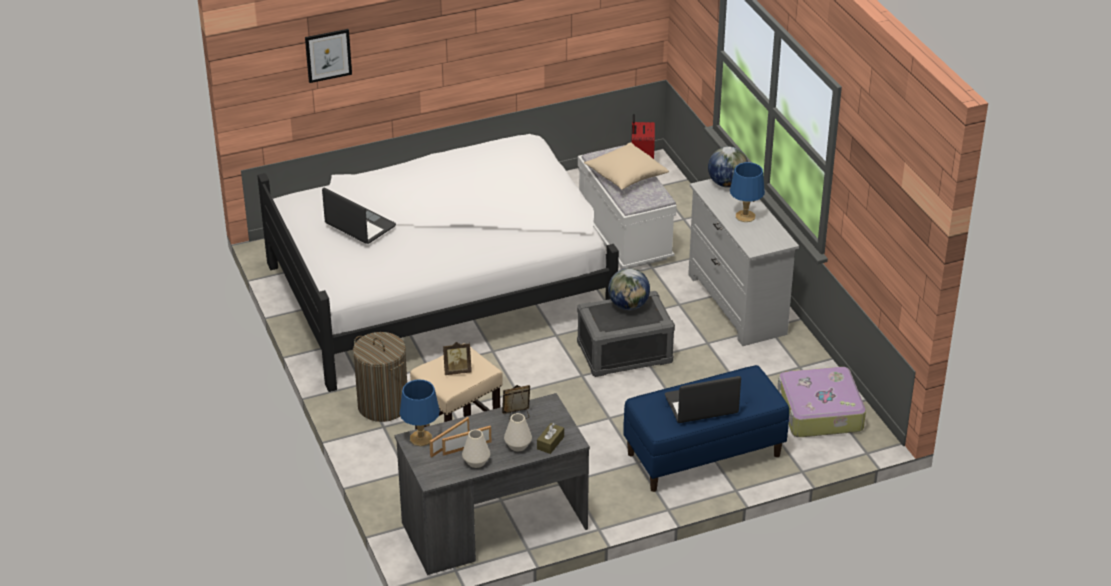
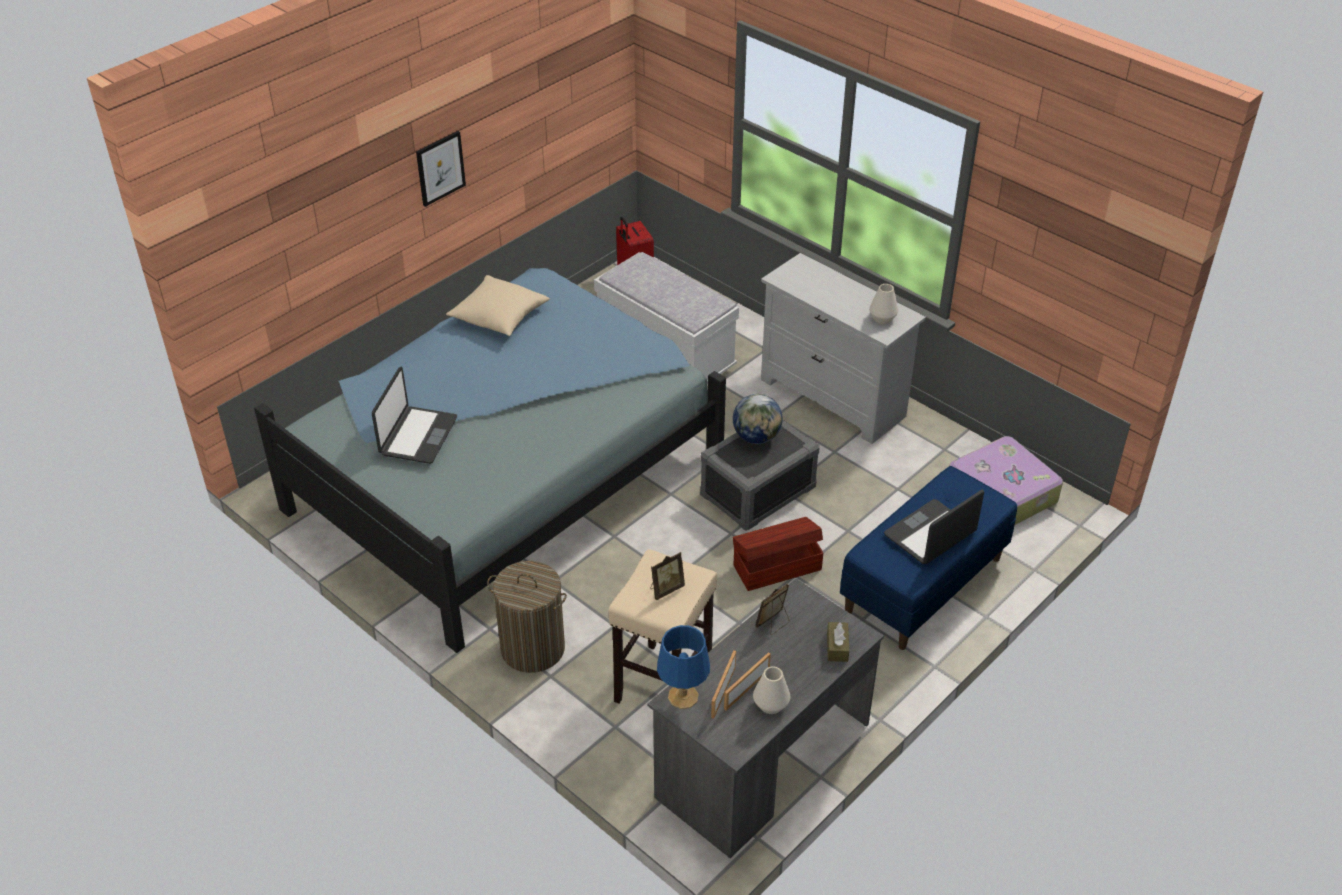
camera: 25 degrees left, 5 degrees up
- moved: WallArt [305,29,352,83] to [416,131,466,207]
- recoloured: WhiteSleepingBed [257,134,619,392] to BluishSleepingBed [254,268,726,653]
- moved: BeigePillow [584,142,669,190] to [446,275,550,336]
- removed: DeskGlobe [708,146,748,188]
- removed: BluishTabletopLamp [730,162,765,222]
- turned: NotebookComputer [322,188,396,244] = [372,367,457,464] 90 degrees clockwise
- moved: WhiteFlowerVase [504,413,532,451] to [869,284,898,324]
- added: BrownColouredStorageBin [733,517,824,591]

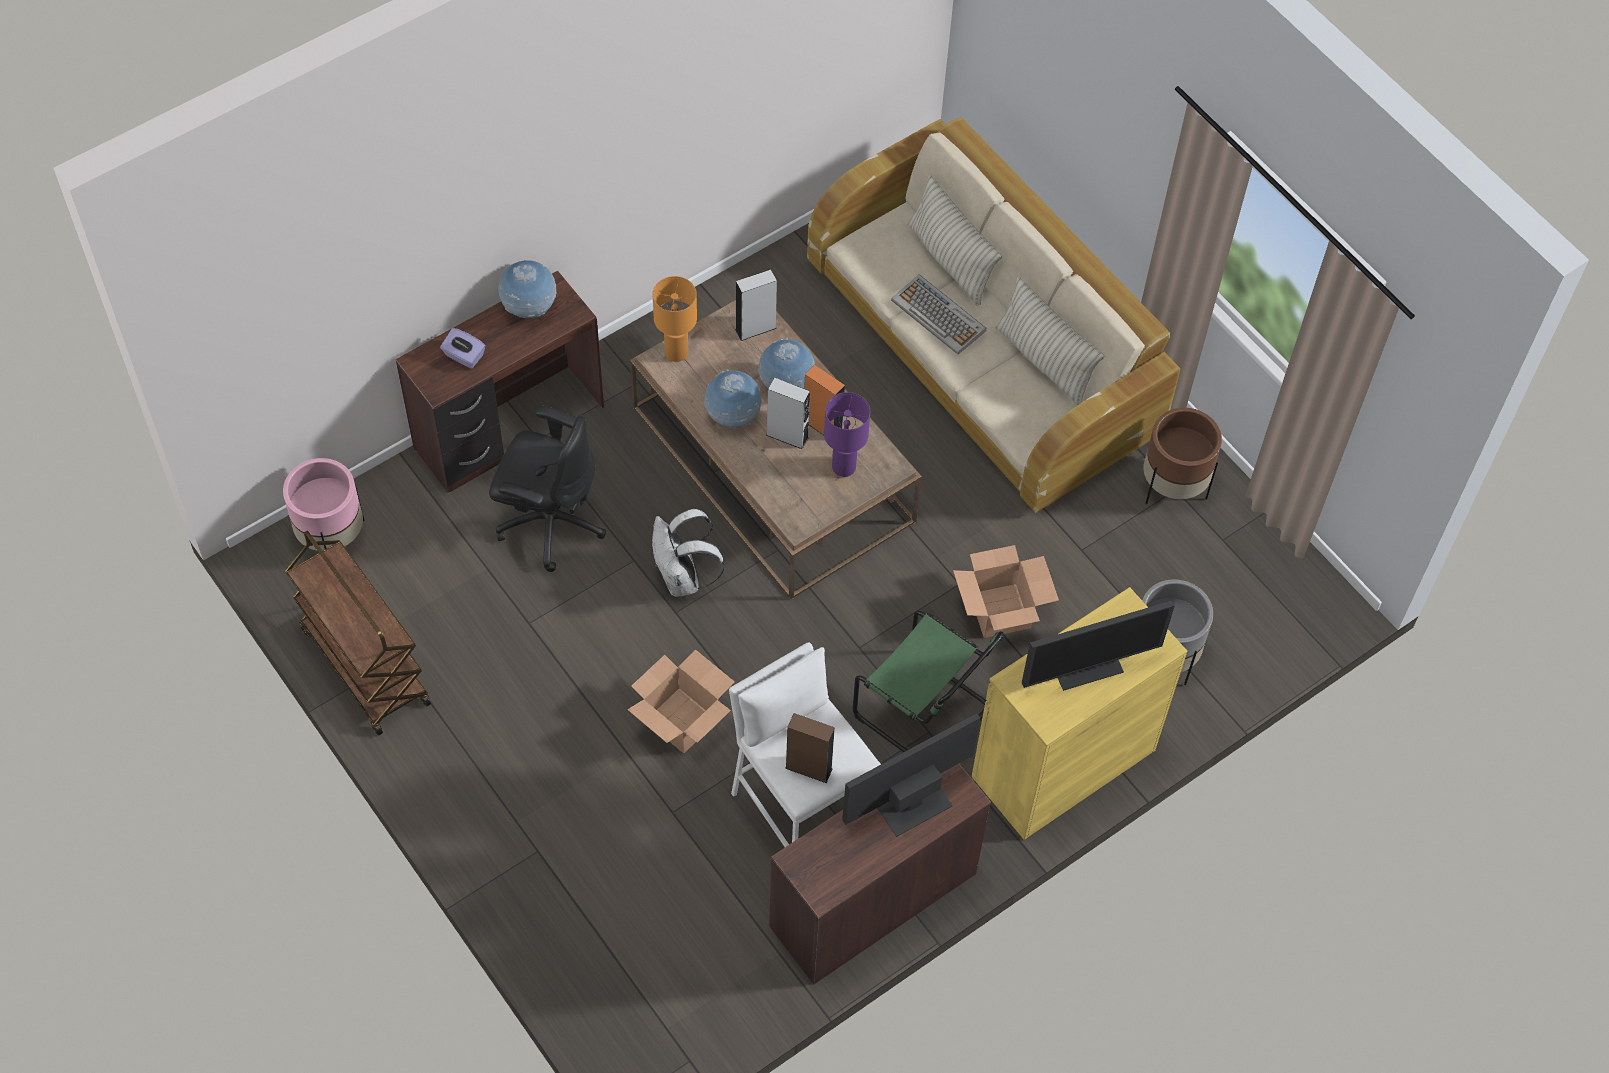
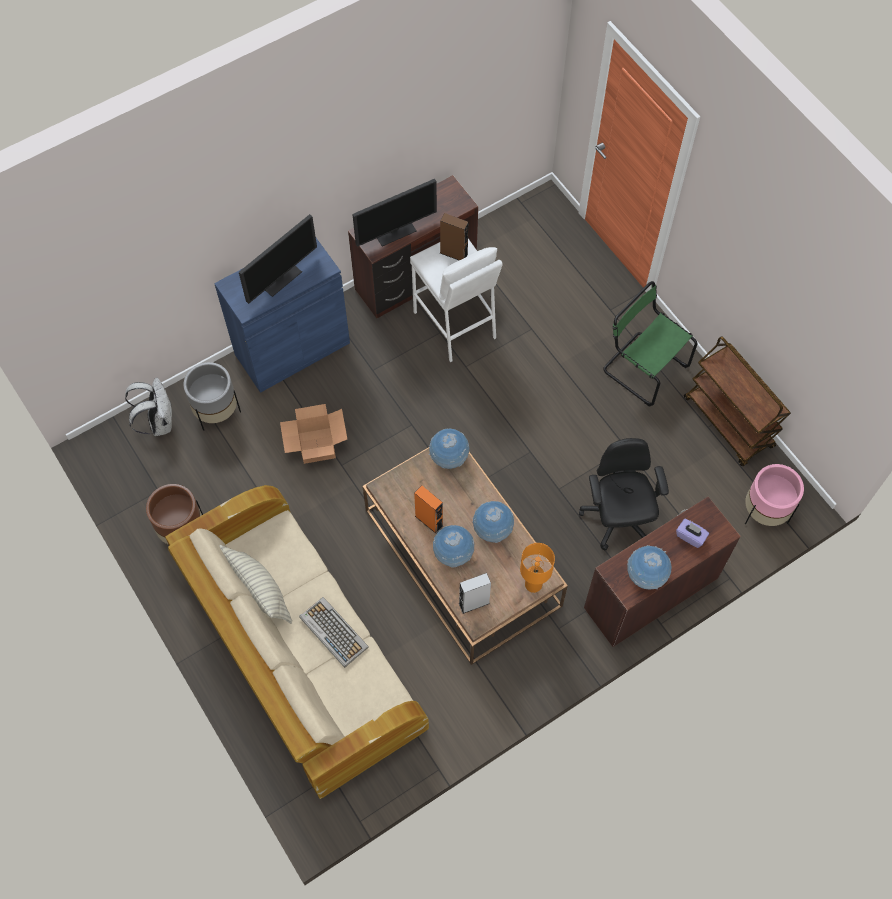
camera: 175 degrees left, 5 degrees up
- removed: Pillow [907,175,1002,306]
- removed: GreyishLoudspeaker [766,378,810,449]
- removed: PurpleColouredTabletopLamp [824,392,870,477]
- turned: BlackColouredComputerChair [489,405,607,572] = [579,438,669,550] 60 degrees clockwise
- moved: WhiteBackpack [652,509,725,597] to [125,378,172,436]
- recoloured: YellowishStorageCabinet [972,587,1187,840] to BluishStorageCabinet [214,238,350,393]
- turned: ComputerScreen [1022,601,1175,691] = [239,214,317,304] 150 degrees clockwise
- moved: GreenUprightChair [853,611,1003,752] to [603,281,697,407]
- removed: Carton [627,650,735,754]
- added: DeskGlobe [429,429,469,469]

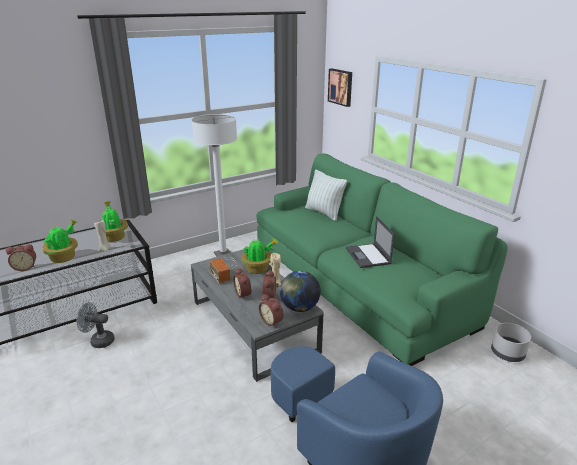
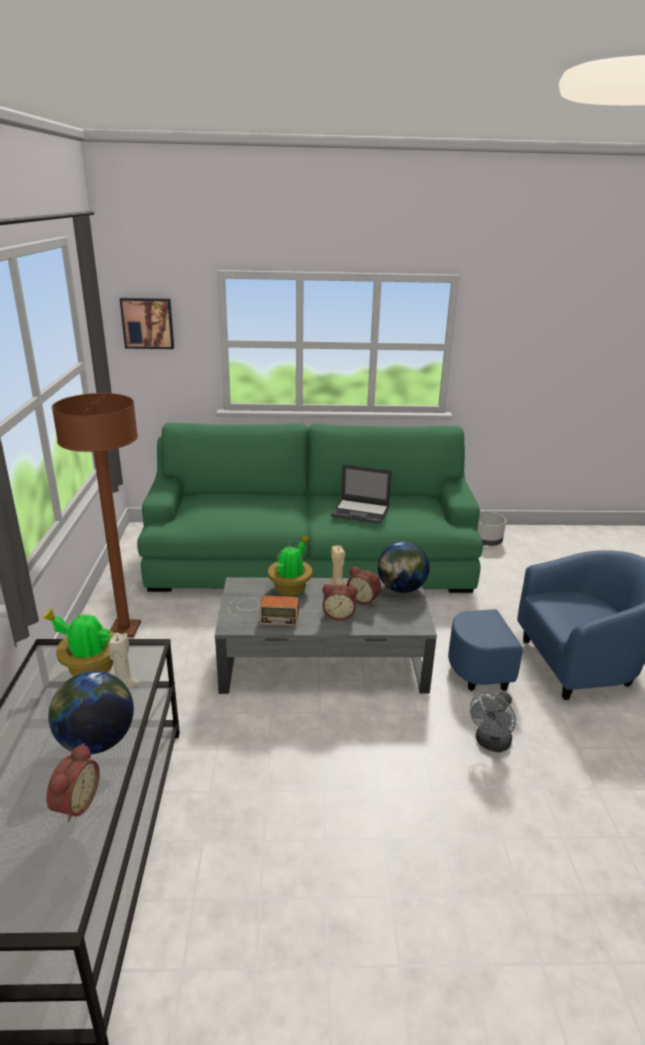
camera: 60 degrees left, 0 degrees up
- recoloured: WhiteStandingLamp [191,114,237,257] to BrownColouredStandingLamp [52,393,141,637]
- removed: Pillow [305,169,347,221]
- replaced: PottedPlant [42,219,78,263] to DeskGlobe [49,671,134,754]
- removed: TableClock [259,294,284,327]
- moved: GreyishCoolingFan [76,302,115,348] to [469,692,516,752]

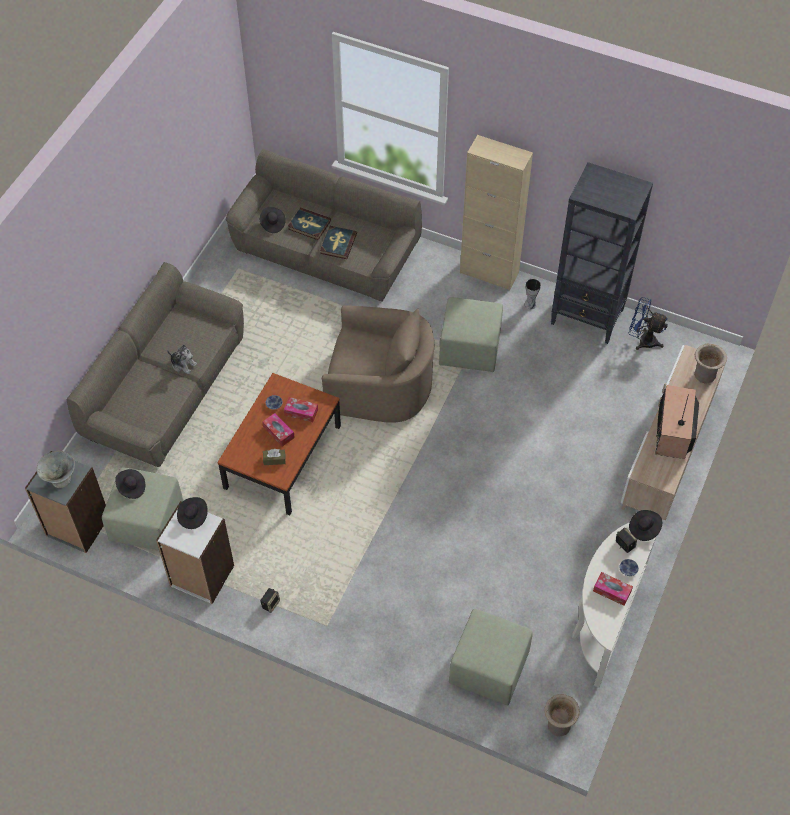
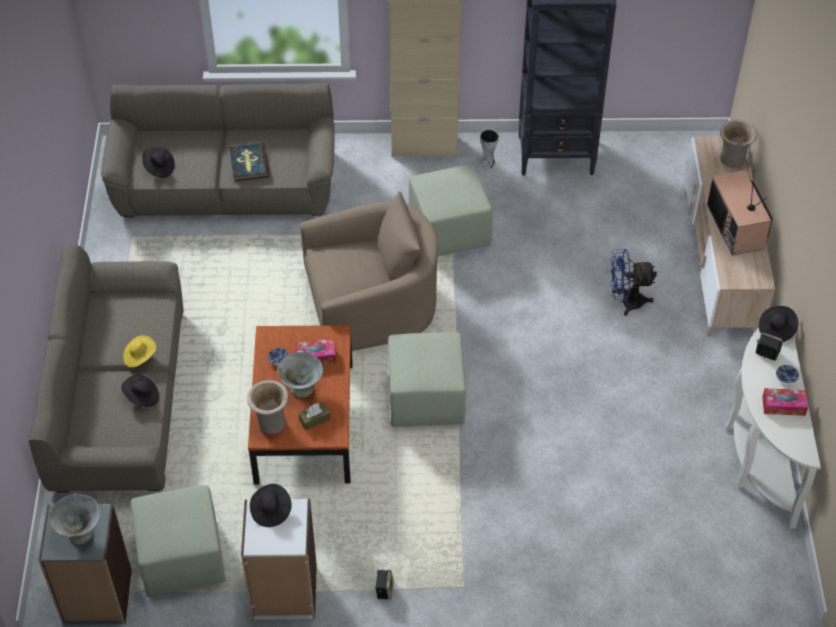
camera: 25 degrees left, 5 degrees down
- removed: BoundBook [288,208,331,240]
- moved: BluishCoolingFan [628,297,668,350] to [610,249,657,316]
- replaced: CuddlyToy [167,345,197,374] to YellowishWearableHat [123,335,156,368]
- replaced: TissueHolder [262,413,295,446] to GreyishDeepDish [277,352,323,398]
- moved: BlackColouredWearableHat [115,469,145,499] to [121,375,159,407]
- moved: GreenOttoman [449,609,533,705] to [388,332,466,427]
- moved: BeigeFlowerVase [544,694,580,736] to [247,380,288,434]

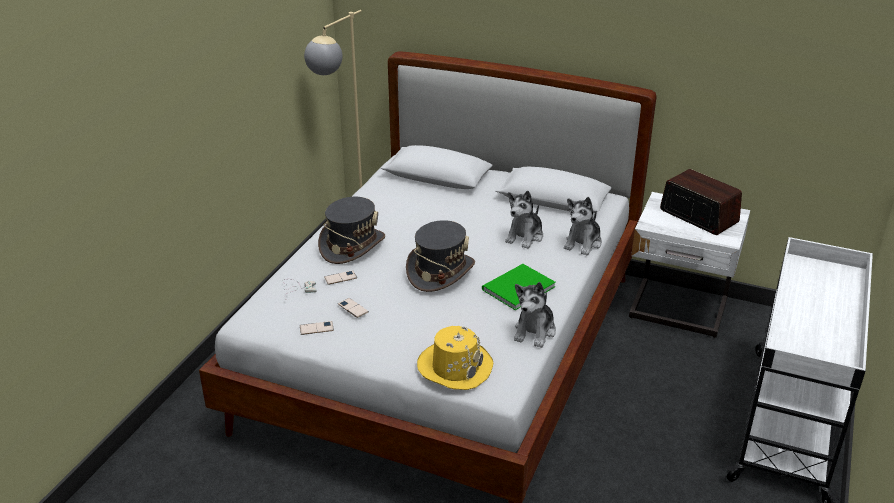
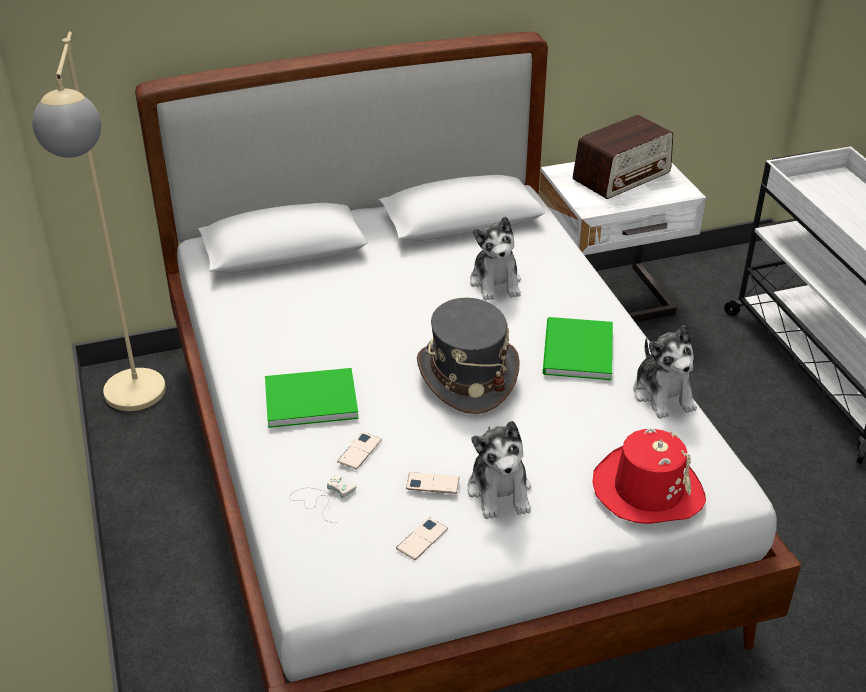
camera: 40 degrees left, 5 degrees up
- turned: Radio [660,169,742,235] = [573,115,673,199] 135 degrees clockwise
- replaced: GreyishWearableHat [318,197,385,264] to GreenBoundBook [265,368,359,428]
- moved: CuddlyToy [564,197,602,256] to [467,421,531,519]
- recoloured: YellowishWearableHat [417,326,493,390] to ReddishWearableHat [592,428,706,524]

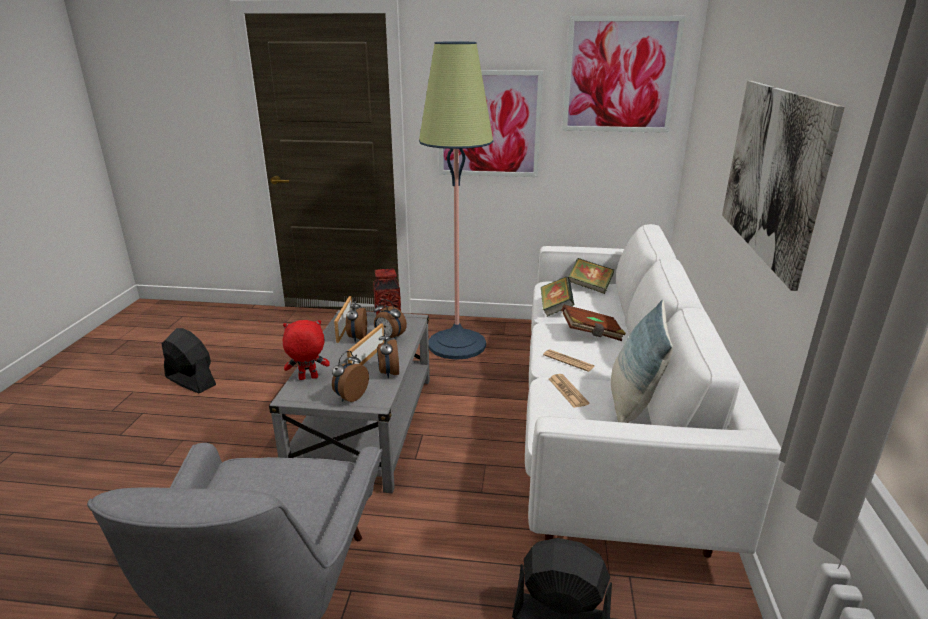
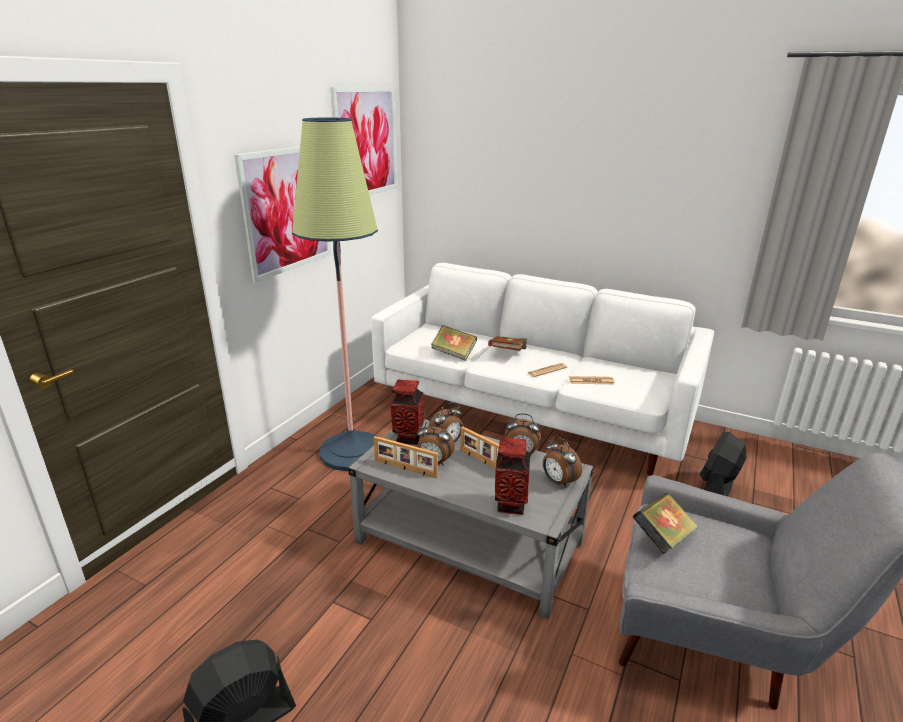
camera: 70 degrees left, 0 degrees up
- removed: WallArt [722,81,845,291]
- moved: BoundBook [568,258,614,294] to [633,493,698,554]
- removed: Pillow [611,300,673,423]
- replaced: ReddishCuddlyToy [283,320,330,380] to FlowerVase [495,438,530,515]

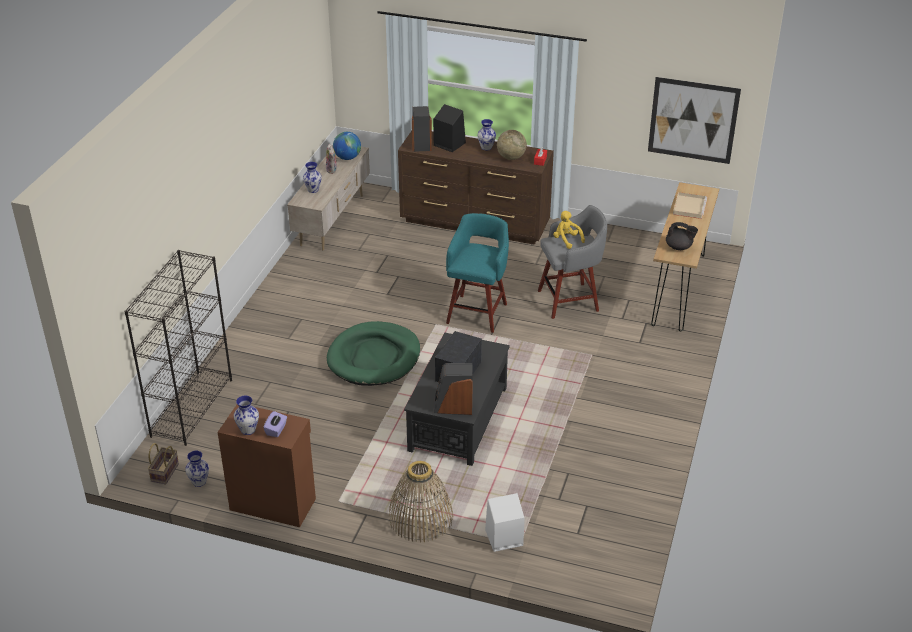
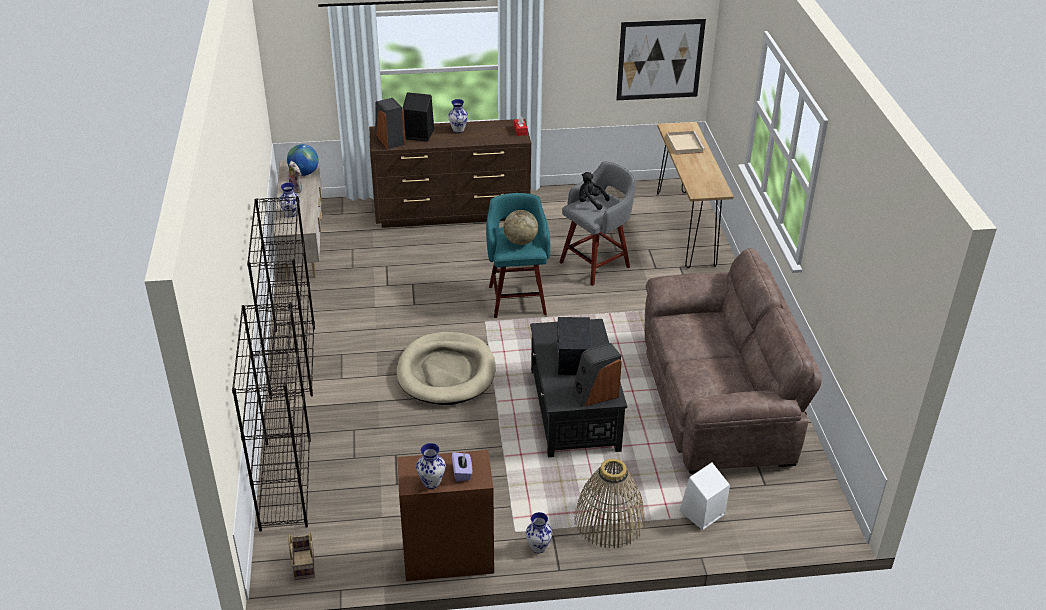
camera: 25 degrees left, 0 degrees up
- moved: DeskGlobe [497,130,527,160] to [503,210,538,245]
- recoloured: YellowishCuddlyToy [553,211,585,249] to BlackColouredCuddlyToy [579,172,610,210]
- removed: BlackColouredPotForTea [666,222,698,250]
- recoloured: GreenDogBed [327,321,420,386] to BeigeDogBed [397,332,496,405]
- moved: FlowerVase [185,451,209,487] to [526,512,553,553]
- added: BlackColouredBookshelf [247,196,315,399]
- added: BrownColouredSettee [645,248,822,474]

